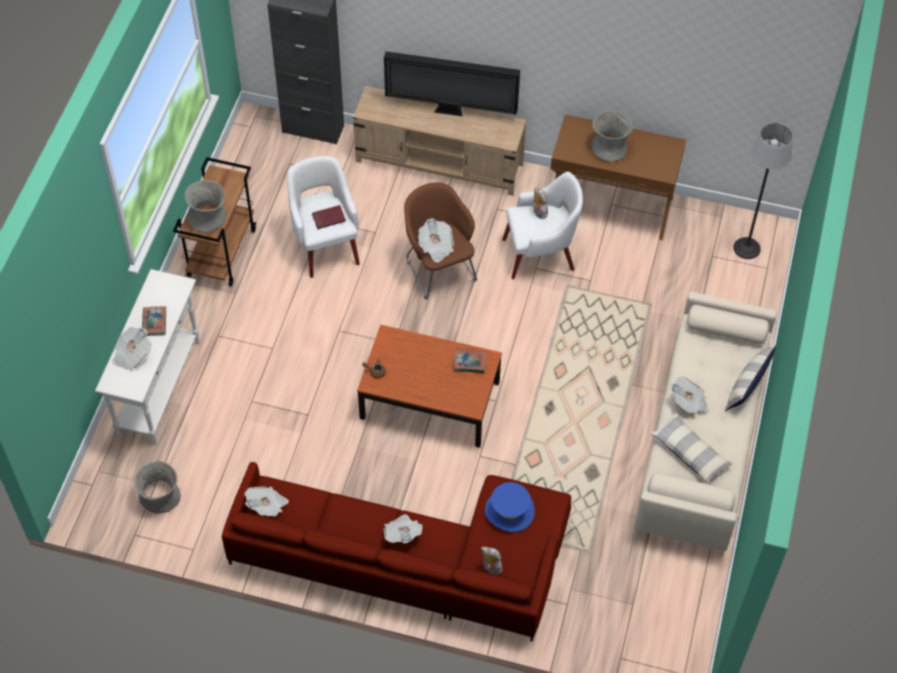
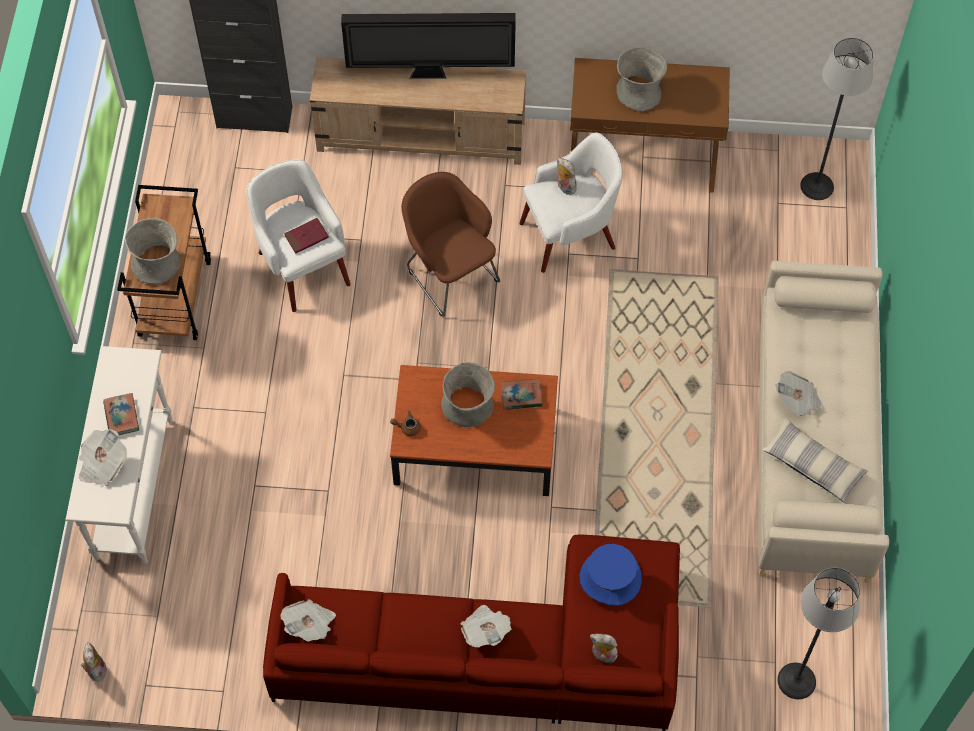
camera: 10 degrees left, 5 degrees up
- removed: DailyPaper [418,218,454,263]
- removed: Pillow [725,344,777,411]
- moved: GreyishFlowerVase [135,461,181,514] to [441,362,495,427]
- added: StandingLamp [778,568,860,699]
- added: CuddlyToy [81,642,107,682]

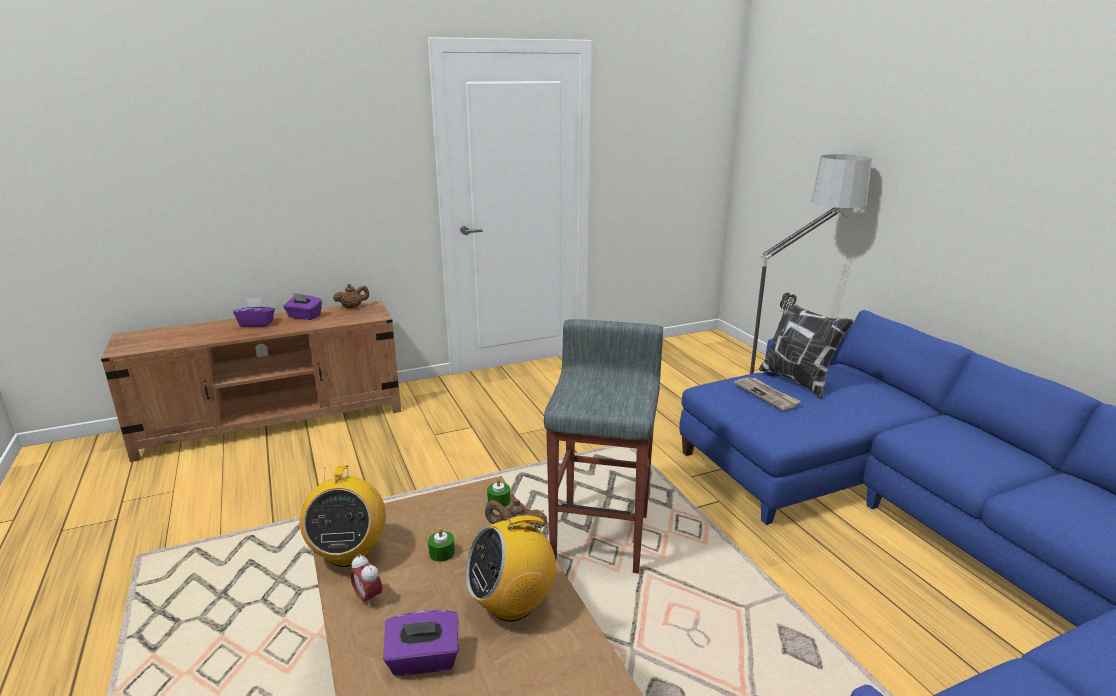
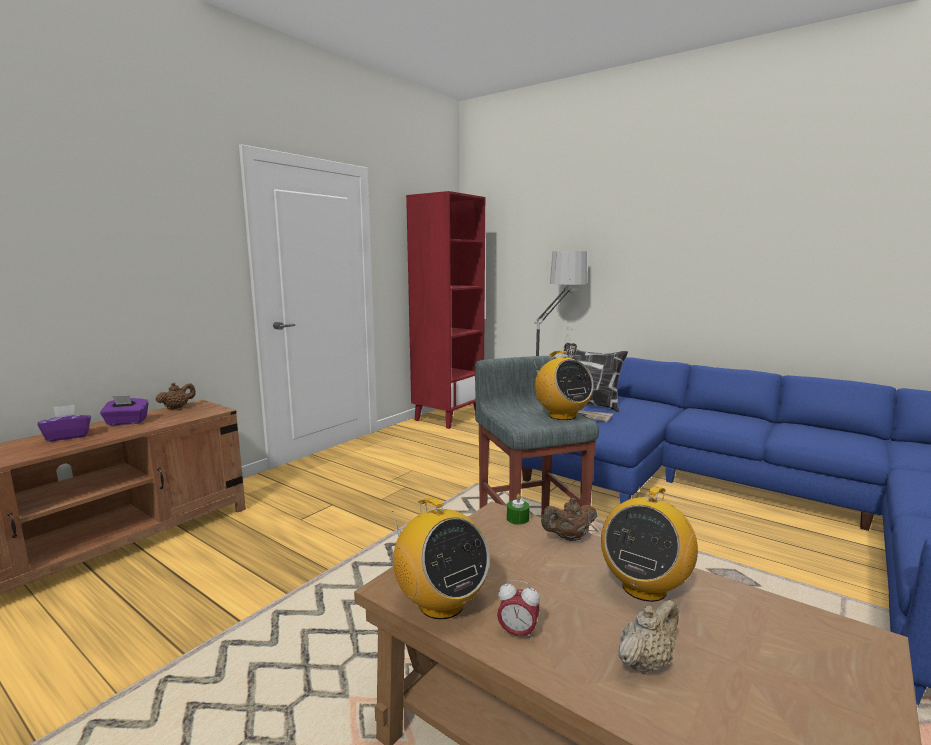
camera: 30 degrees left, 10 degrees down
- removed: GreenCandle [428,528,455,562]
- replaced: PurpleColouredTissueHolder [383,610,458,676] to BeigePotForTea [618,600,678,674]
- added: ReddishBookshelf [406,191,485,429]
- added: Radio [534,351,594,420]

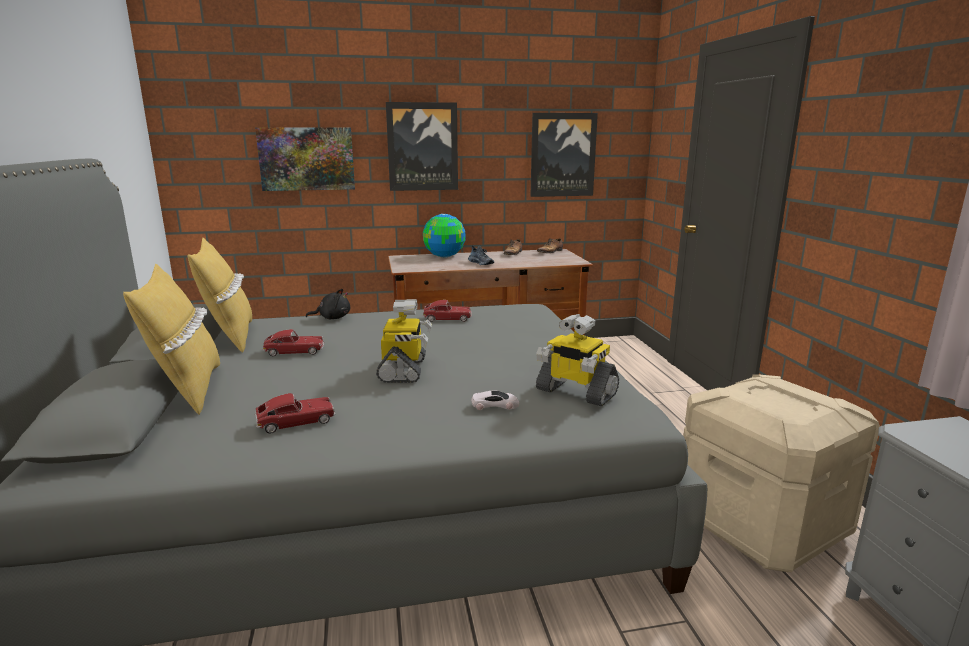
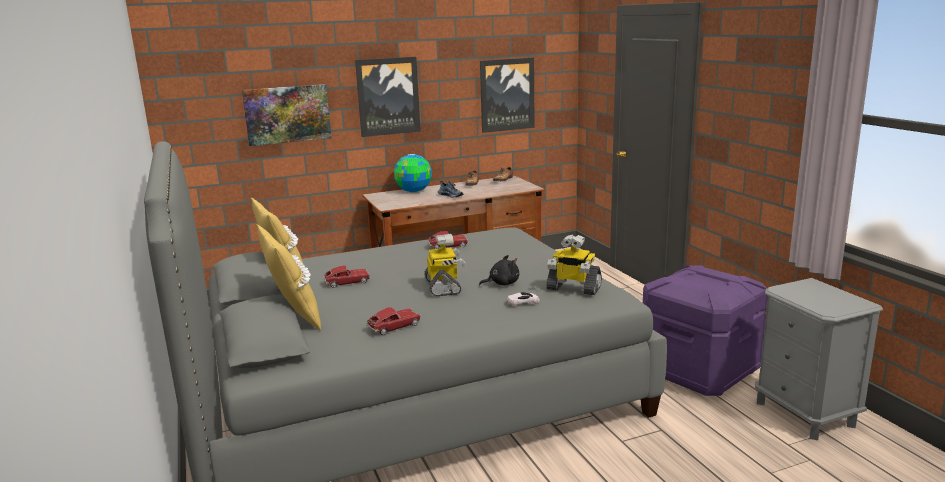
camera: 10 degrees left, 0 degrees up
- moved: BlackColouredCuddlyToy [306,289,350,320] to [479,255,519,286]
- recoloured: BeigeStorageBin [683,374,880,572] to PurpleColouredStorageBin [643,265,768,396]

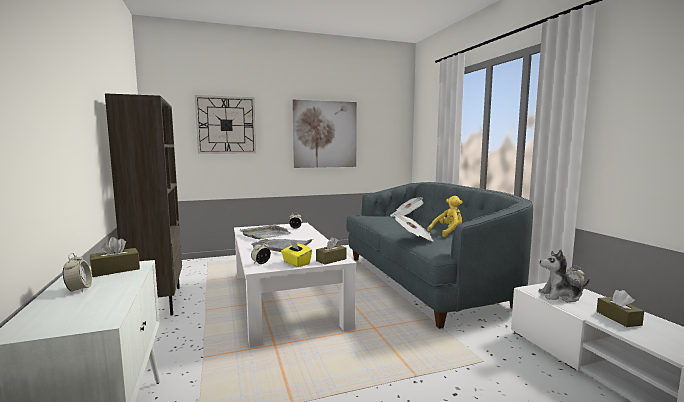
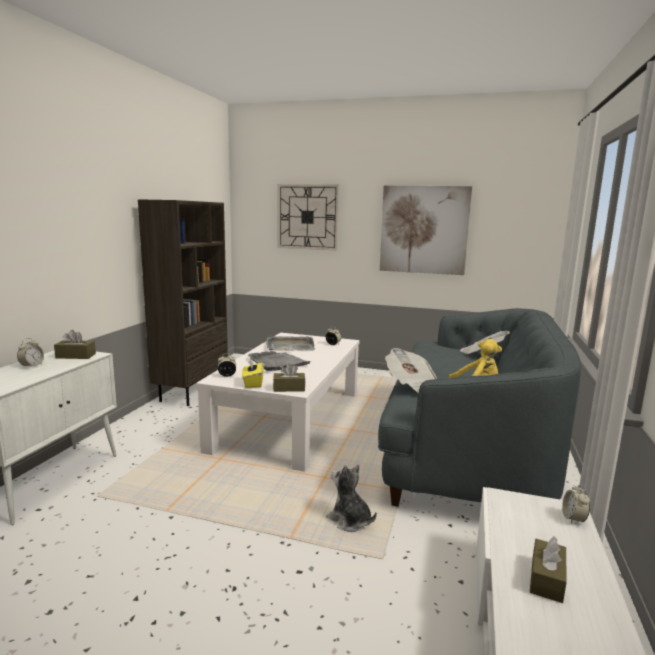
camera: 35 degrees right, 5 degrees up
- moved: CuddlyToy [539,249,590,302] to [326,464,377,532]

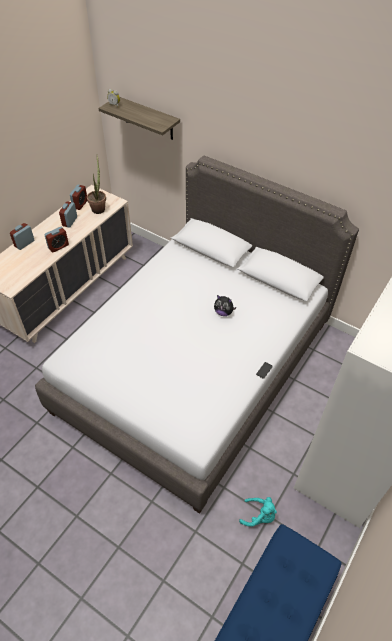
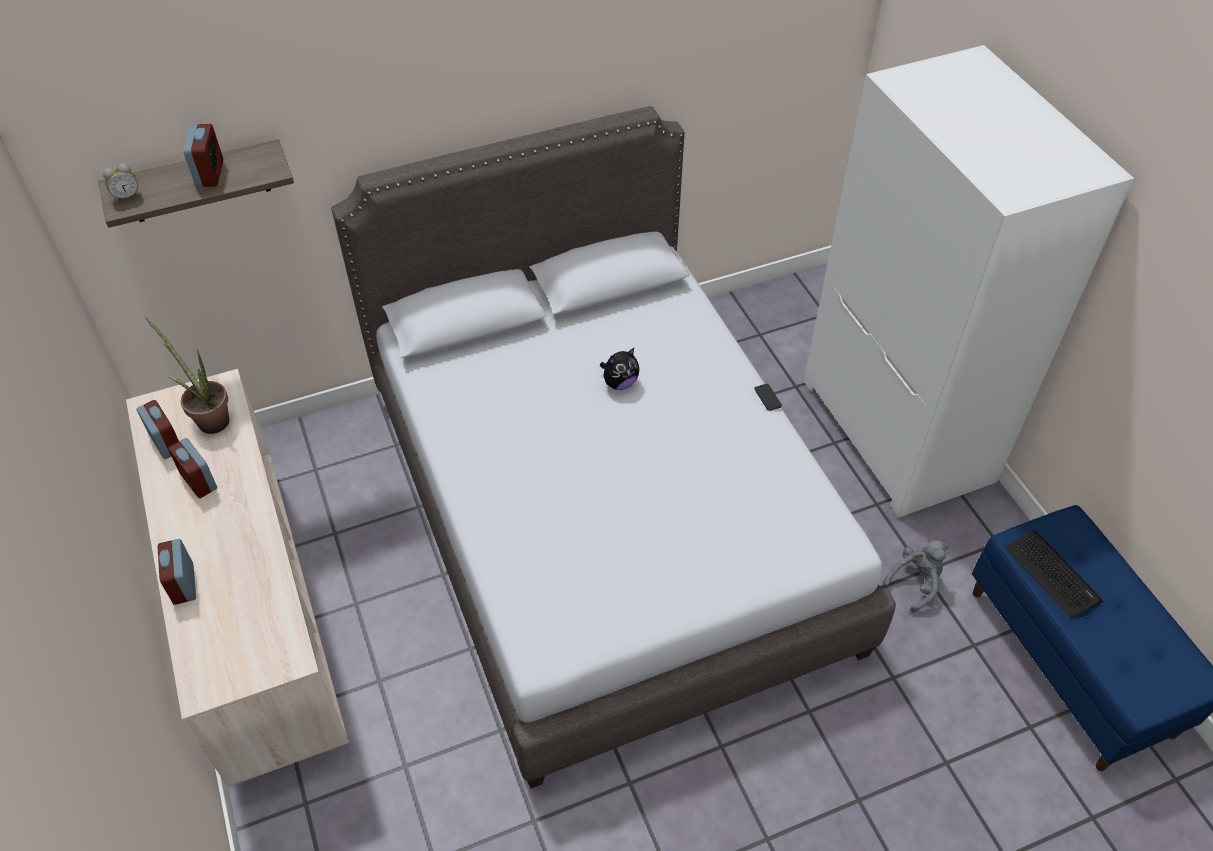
camera: 55 degrees left, 0 degrees up
- moved: TableClock [45,227,69,253] to [183,124,223,187]
- recoloured: BlueGreenCuddlyToy [239,497,277,527] to GreyishCuddlyToy [883,540,949,612]
- added: Keyboard [1005,530,1103,619]

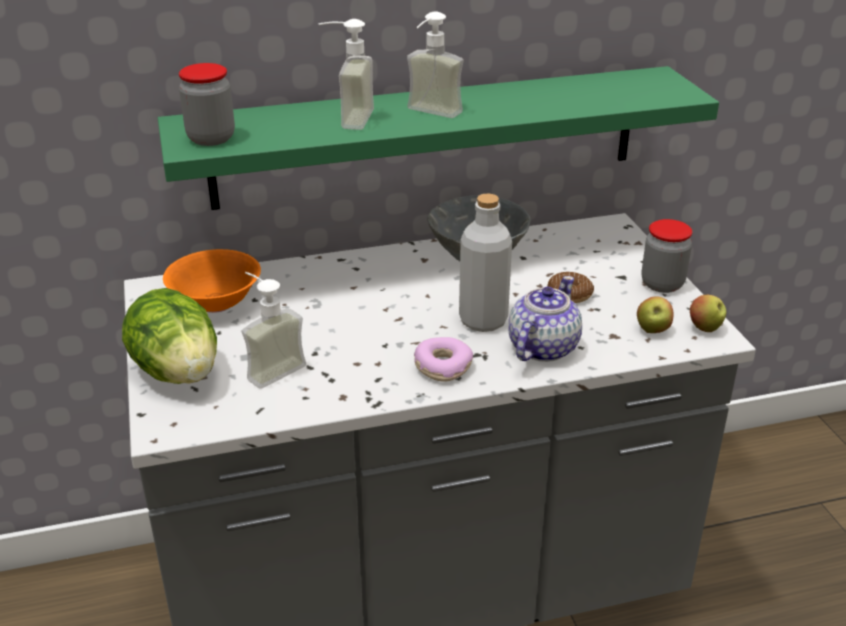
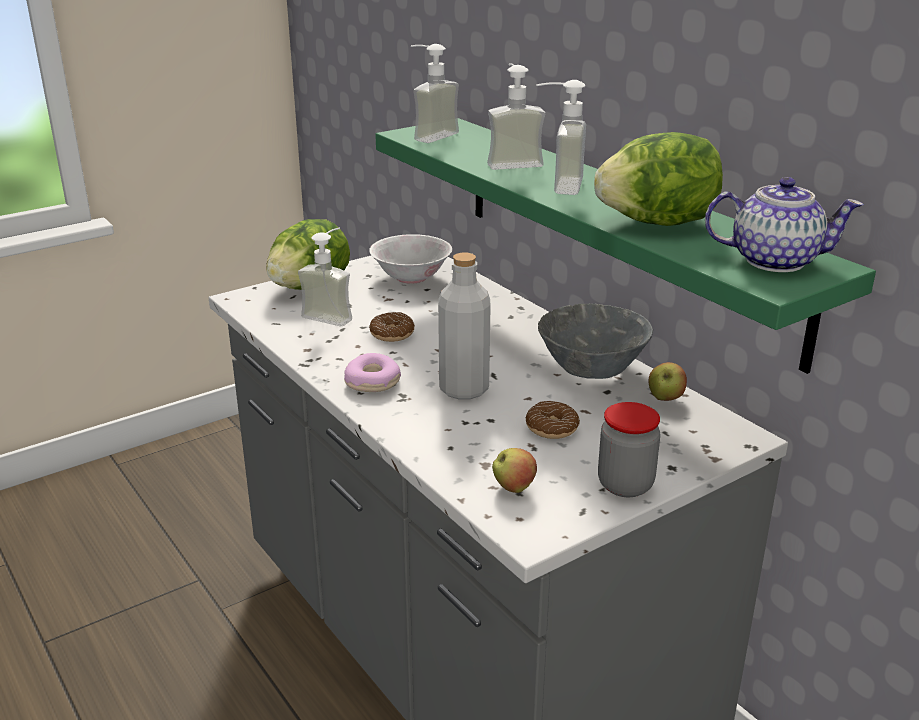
camera: 70 degrees right, 5 degrees down
- replaced: StorageJar [179,63,235,146] to LiquidSoapBottle [411,44,459,143]
- recoloured: OrangeDeepDish [163,249,261,313] to WhiteDeepDish [369,234,452,284]
- moved: PotForTea [509,276,582,362] to [705,177,864,272]
- moved: AppleFruit [690,295,726,332] to [649,362,687,401]
- added: HeadOfLettuce [594,132,723,226]
- added: RingDoughnut [369,312,415,342]

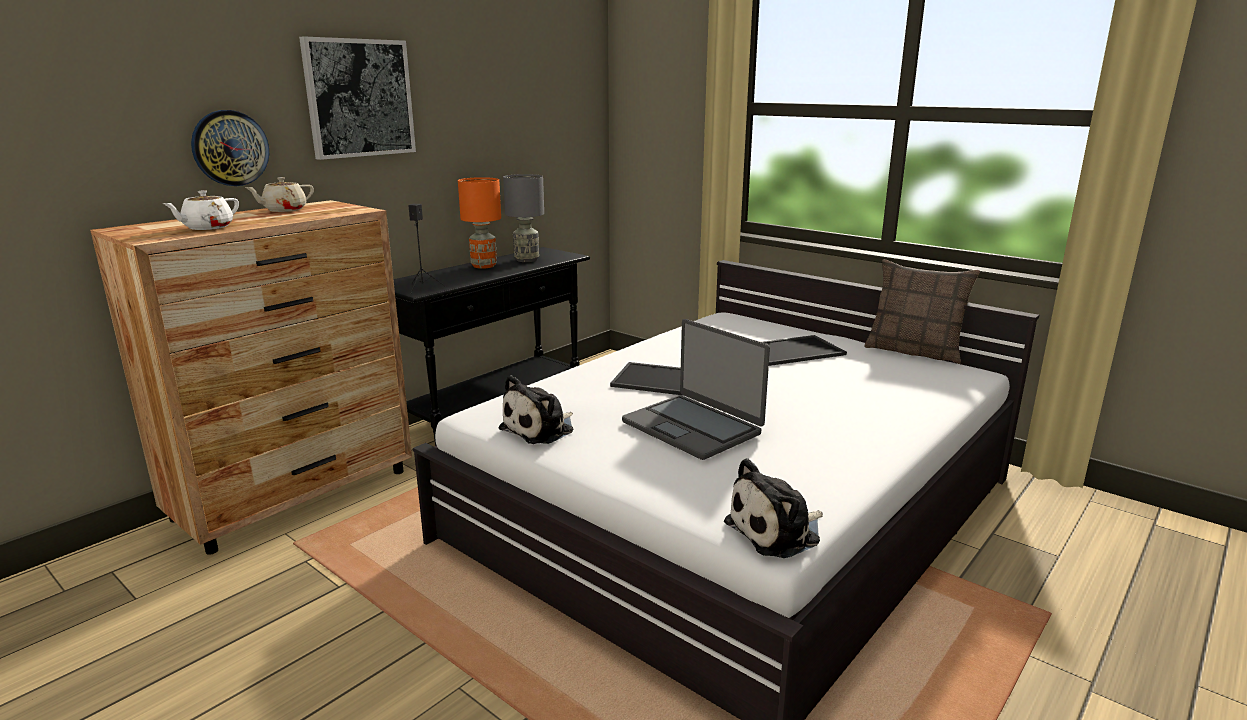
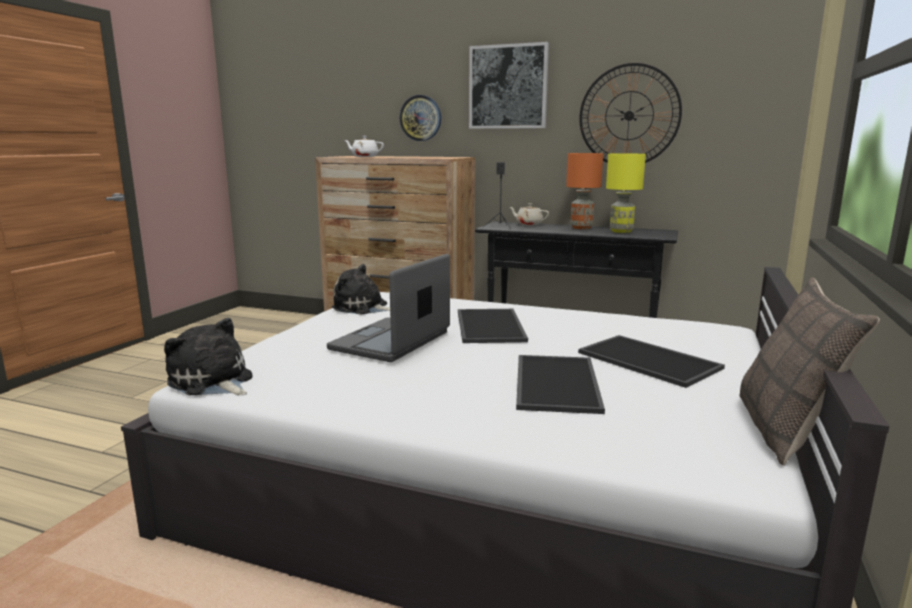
camera: 70 degrees right, 5 degrees down
- recoloured: GreyishTabletopLamp [503,174,544,262] to YellowishTabletopLamp [606,153,646,233]
- moved: BeigePotForTea [245,177,314,212] to [509,203,549,225]
- added: HangingClock [579,63,682,163]
- added: Tray [516,355,605,414]

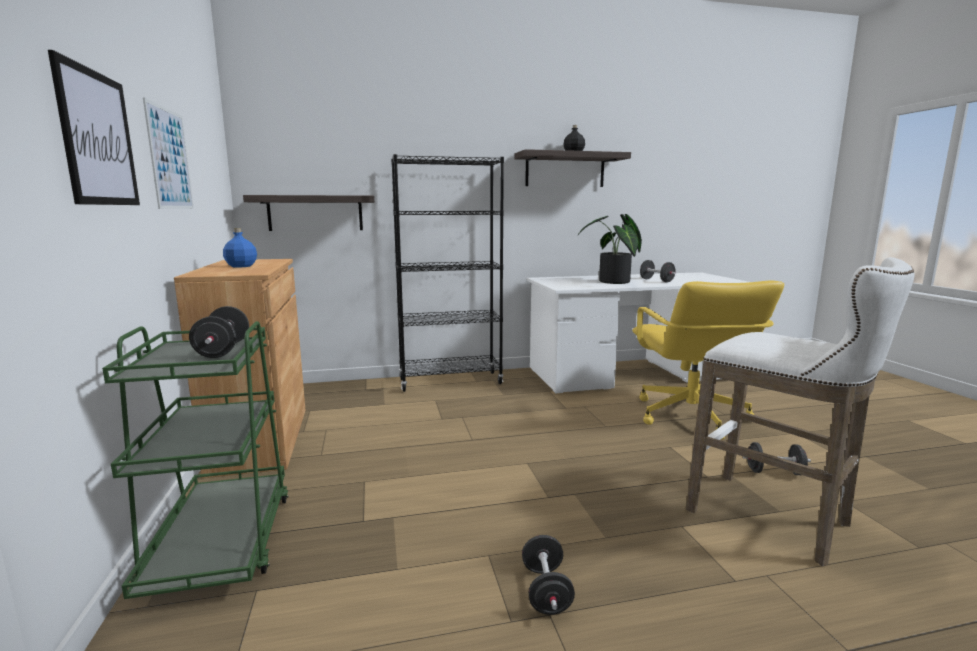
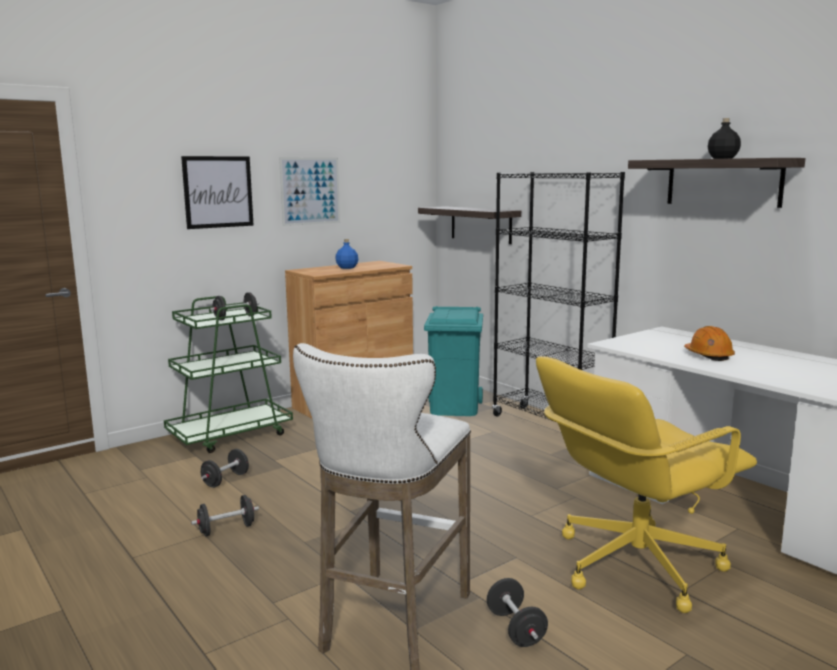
camera: 65 degrees right, 0 degrees up
- replaced: PottedPlant [578,214,642,284] to OrangeHardHat [684,326,735,361]
- moved: BlackColouredHandWeight [640,260,676,282] to [201,449,249,488]
- added: BlueGreenTrashCan [424,306,483,416]

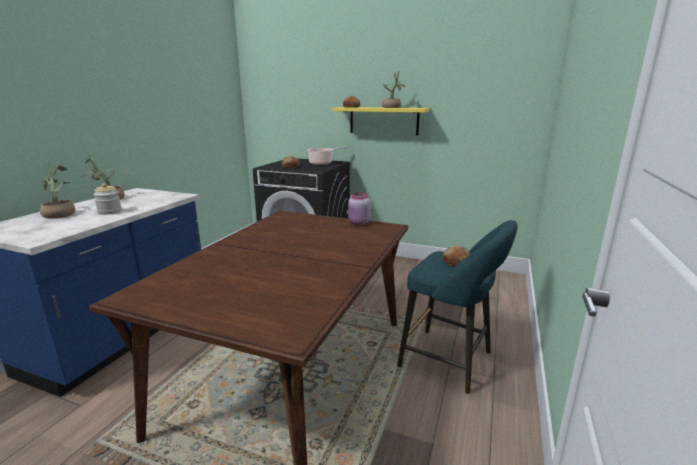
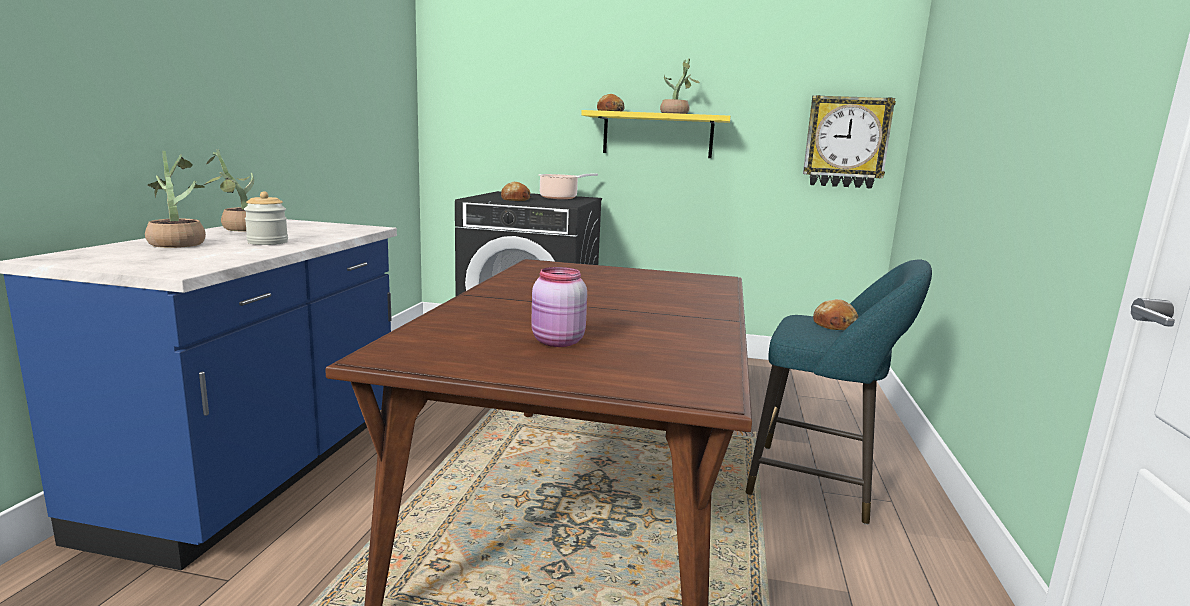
camera: 10 degrees left, 5 degrees down
- moved: PinkColouredStorageJar [348,192,371,225] to [531,267,587,347]
- added: HangingClock [803,95,896,189]

